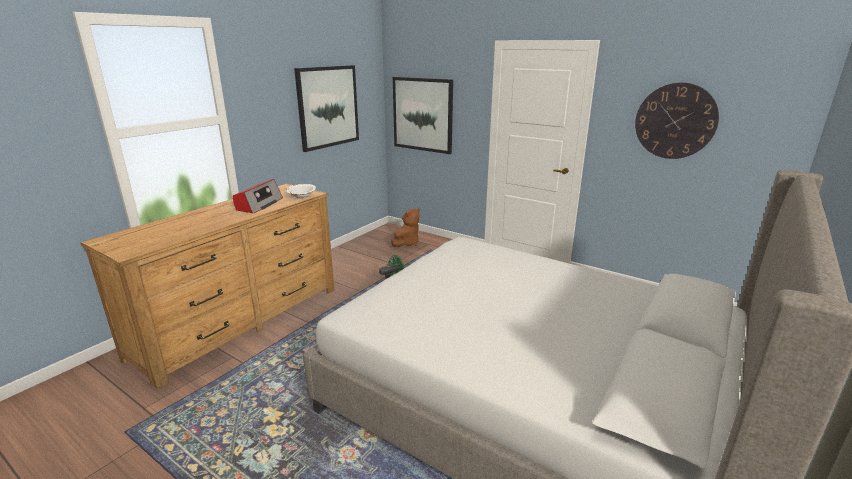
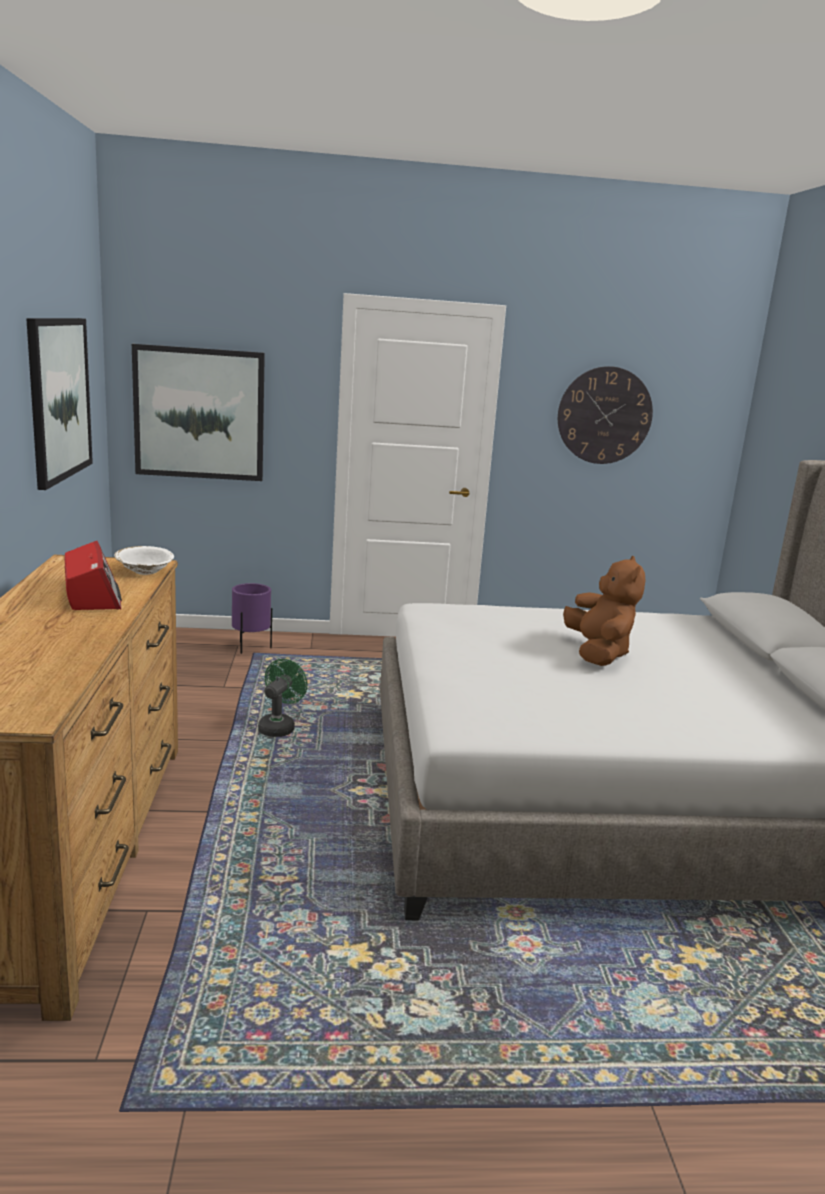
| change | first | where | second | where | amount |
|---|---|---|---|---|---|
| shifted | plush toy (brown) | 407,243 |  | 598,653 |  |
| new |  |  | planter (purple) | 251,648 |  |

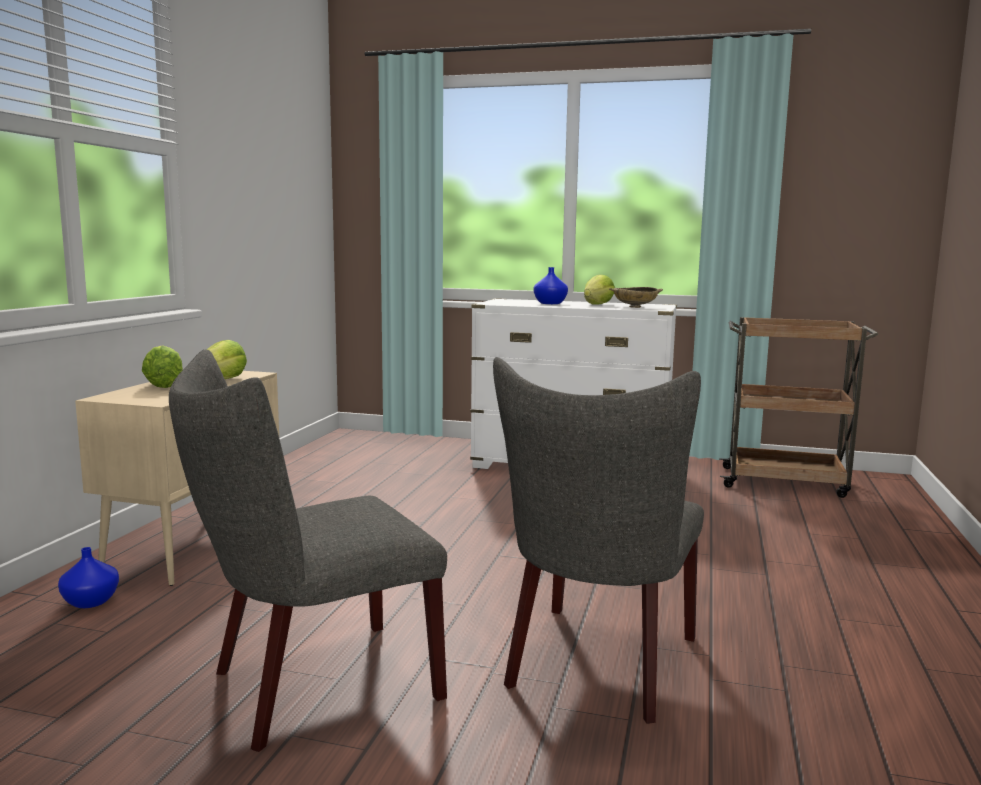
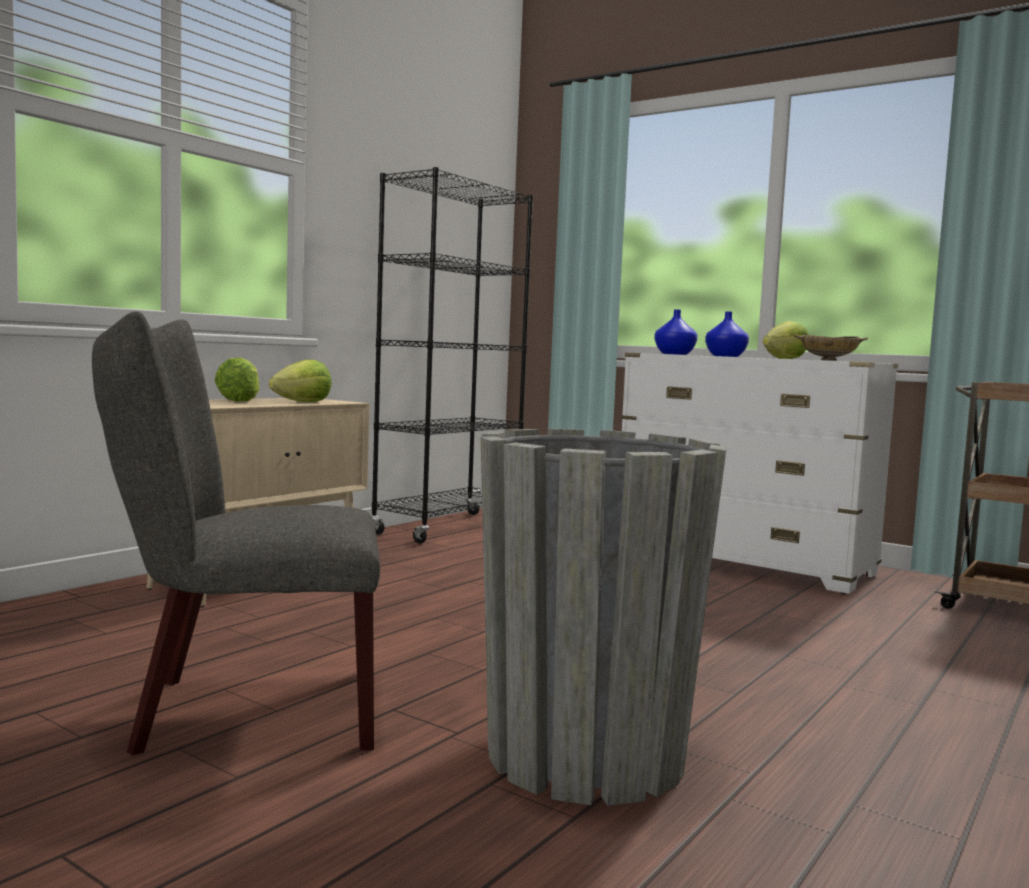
| change | first | where | second | where | amount |
|---|---|---|---|---|---|
| shifted | vase (blue) | 90,601 |  | 674,354 |  |
| swapped | chair (grey) | 597,667 | planter (grey) | 585,756 |  |
| new |  |  | bookcase (black) | 448,527 |  |

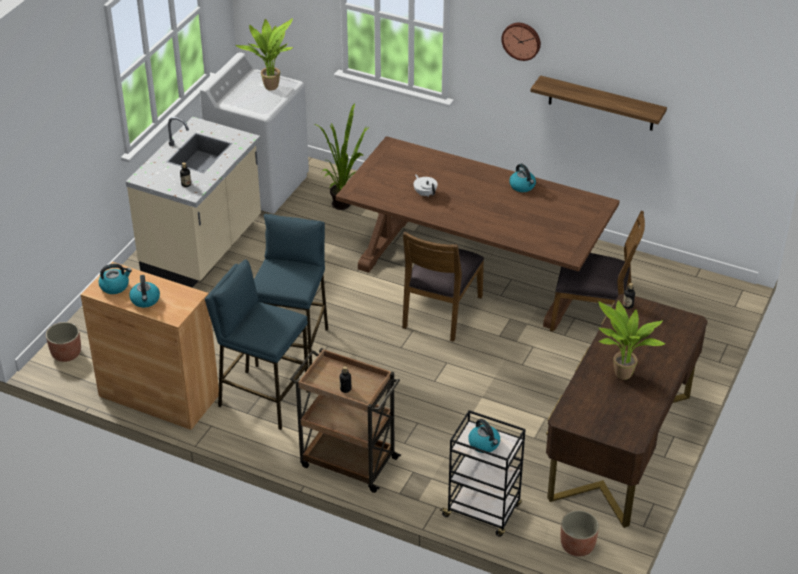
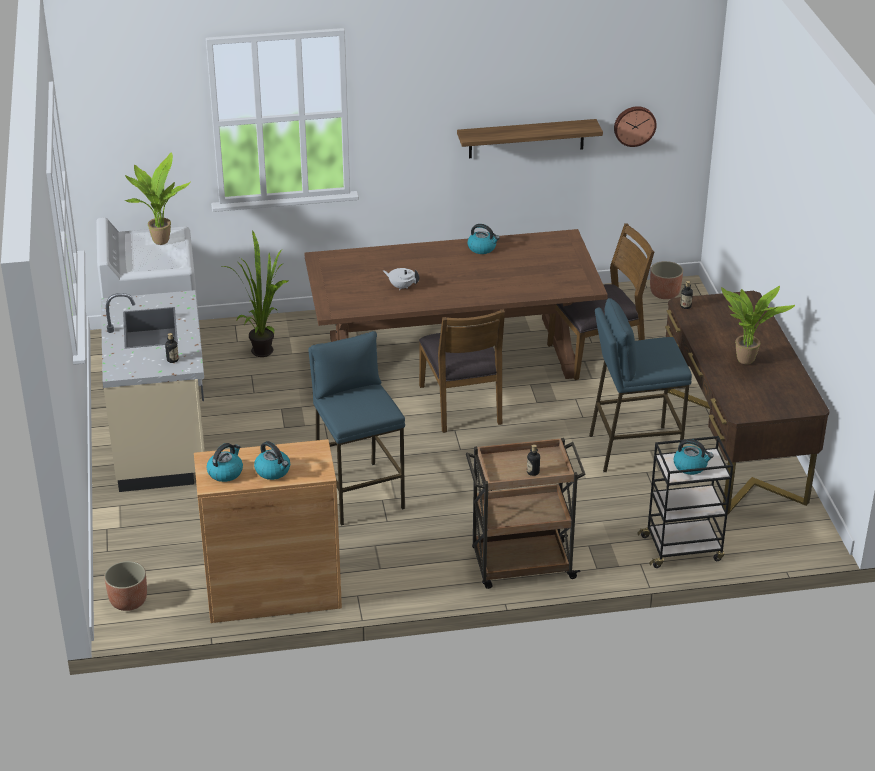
| change | first | where | second | where | amount |
|---|---|---|---|---|---|
| shifted | stool (blue) | 263,398 |  | 633,449 |  |
| shifted | wall clock | 521,40 |  | 634,125 |  |
| shifted | planter | 577,546 |  | 665,293 |  |

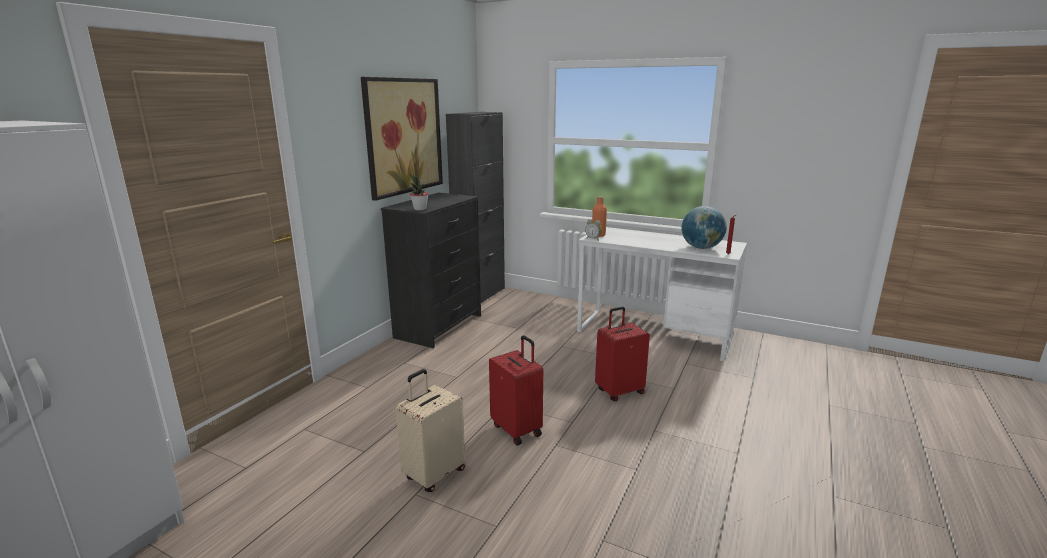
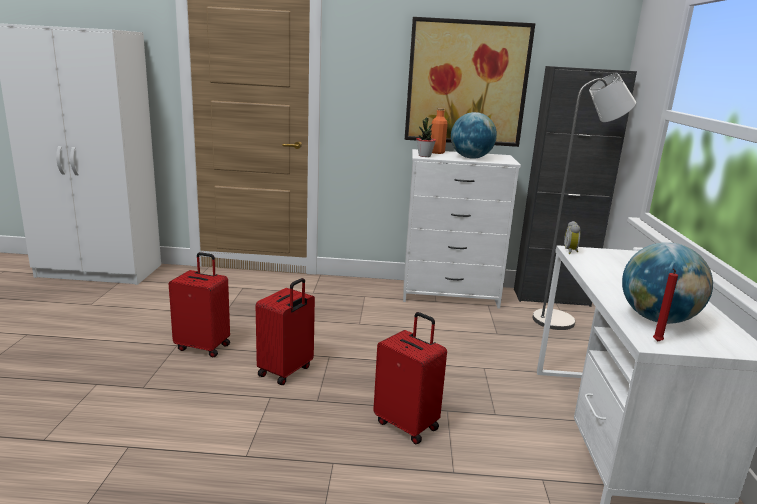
| change | first | where | second | where | amount |
|---|---|---|---|---|---|
| repainted | dresser (black) | 439,326 | dresser (white) | 449,294 |  |
| repainted | suitcase (beige) | 433,474 | suitcase (red) | 203,346 |  |
| shifted | bottle (orange) | 598,235 |  | 437,152 |  |
| new |  |  | globe | 471,158 |  |
| new |  |  | floor lamp (grey) | 561,320 |  |

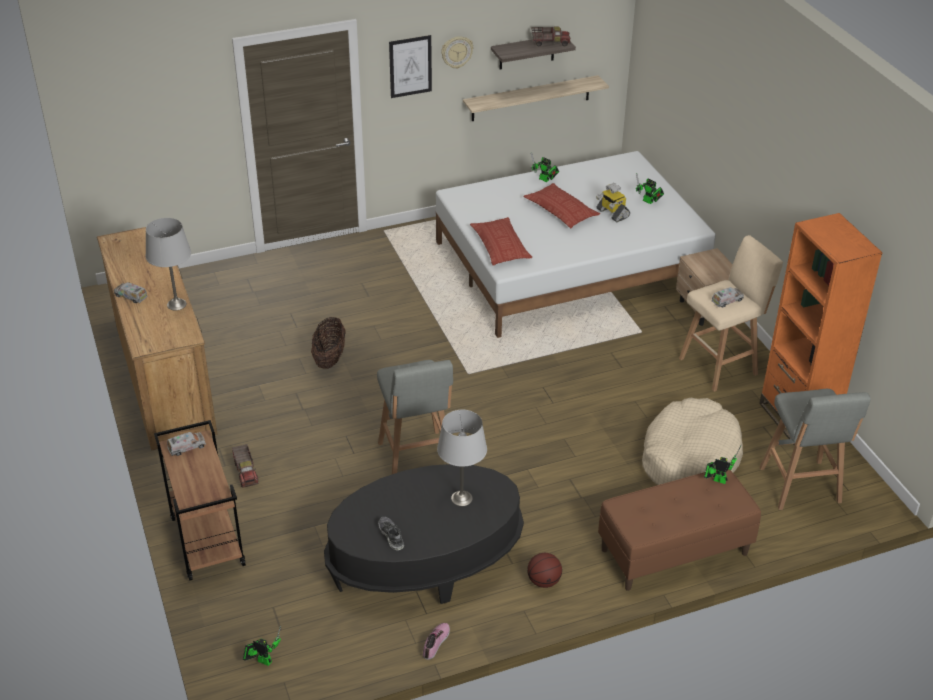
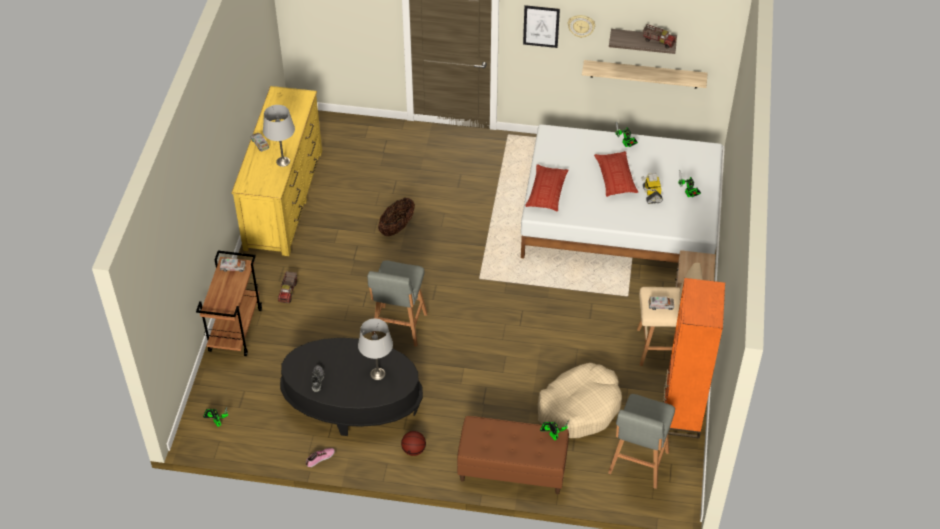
| change | first | where | second | where | amount |
|---|---|---|---|---|---|
| repainted | dresser (brown) | 164,378 | dresser (yellow) | 284,199 |  |

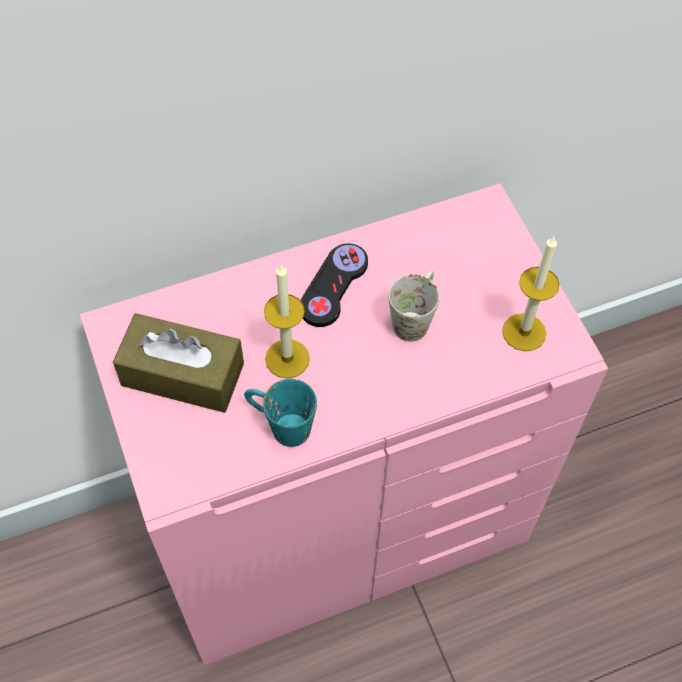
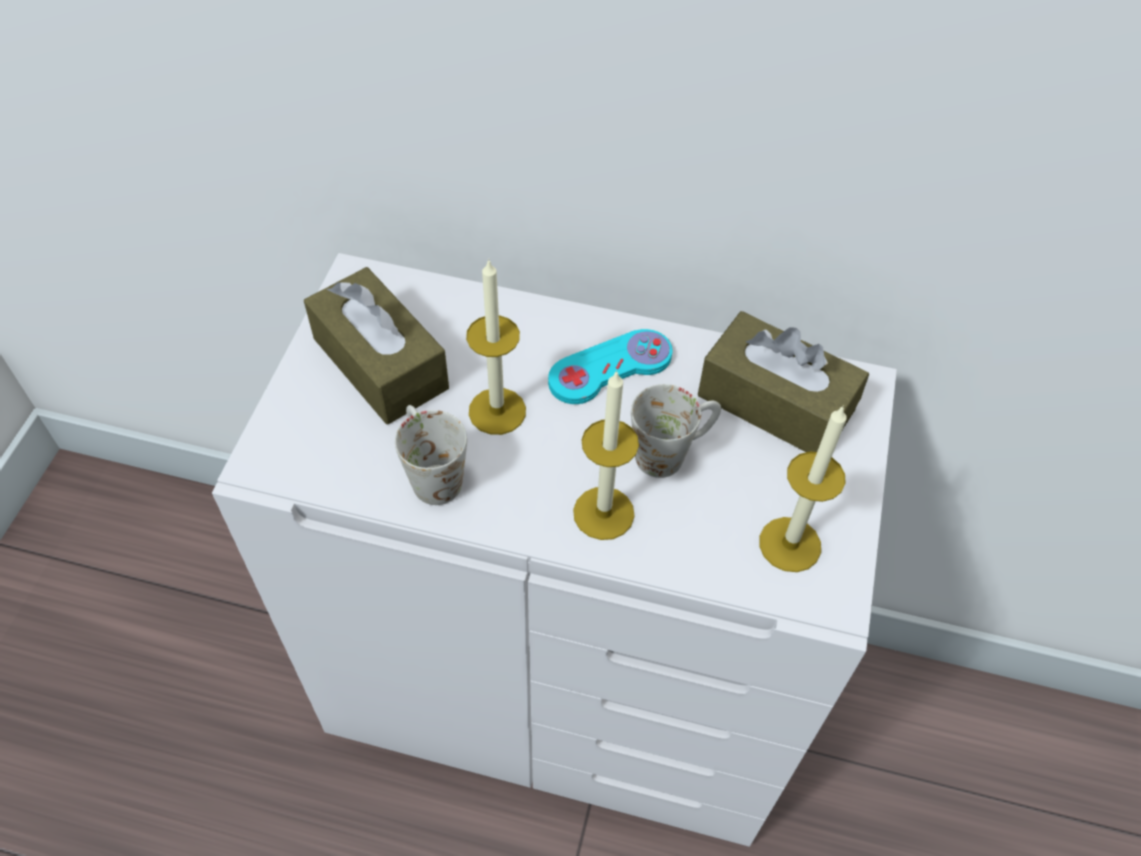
| change | first | where | second | where | amount |
|---|---|---|---|---|---|
| repainted | dresser (pink) | 336,519 | dresser (white) | 562,682 |  |
| repainted | mug (turquoise) | 280,425 | mug (white) | 430,472 |  |
| repainted | game controller (black) | 334,286 | game controller (turquoise) | 610,369 |  |
| new |  |  | candle | 603,513 |  |
| new |  |  | tissue box (brown) | 775,403 |  |

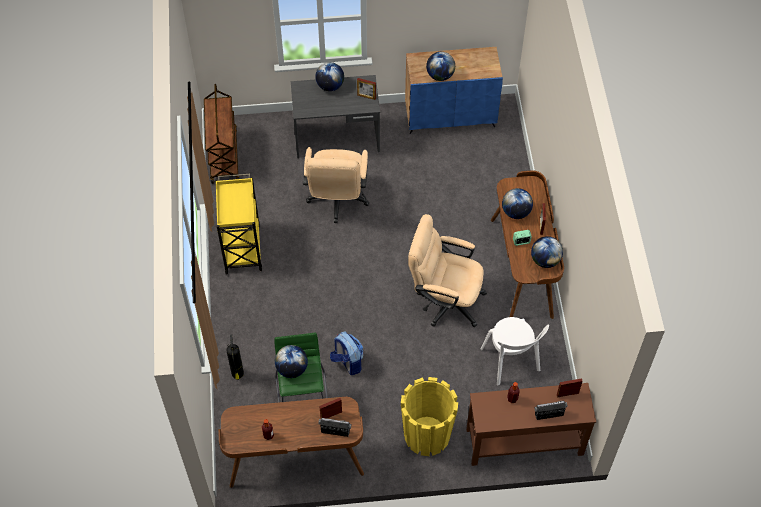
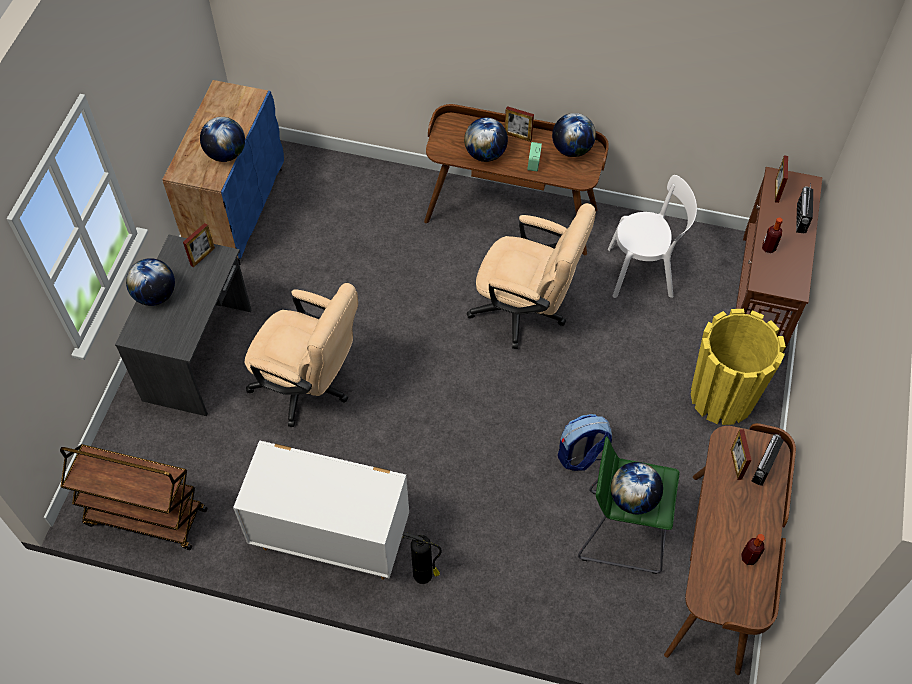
| change | first | where | second | where | amount |
|---|---|---|---|---|---|
| swapped | cart (yellow) | 242,247 | dresser (white) | 330,538 |  |
| shifted | fire extinguisher | 237,374 |  | 424,575 |  |
| rotated | office chair (beige) | 444,300 |  | 526,312 | 105 degrees counterclockwise |

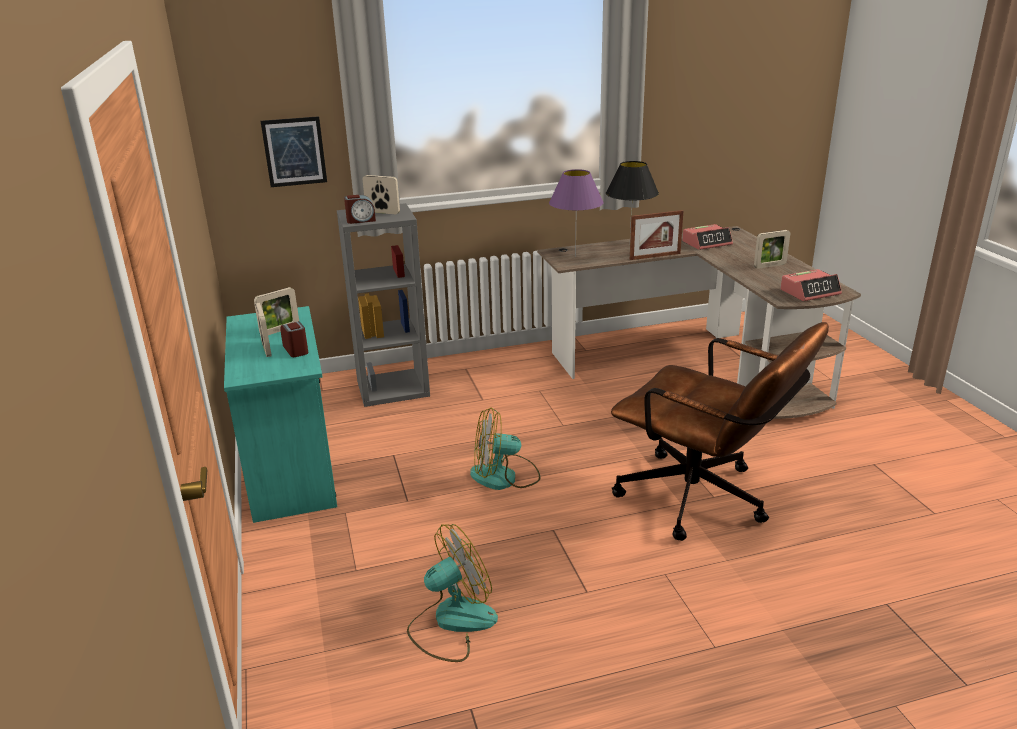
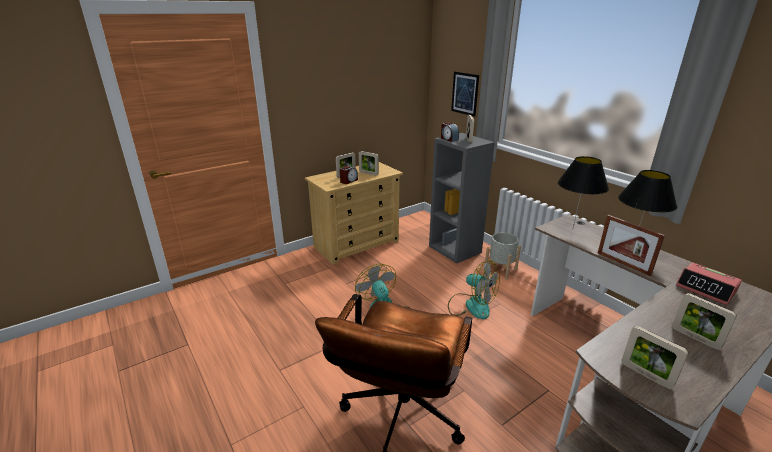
| change | first | where | second | where | amount |
|---|---|---|---|---|---|
| repainted | dresser (turquoise) | 291,471 | dresser (beige) | 357,244 |  |
| shifted | fan | 451,622 |  | 471,305 |  |
| repainted | table lamp (purple) | 575,256 | table lamp (black) | 572,229 |  |
| swapped | alarm clock | 810,292 | picture frame | 646,375 |  |
| new |  |  | planter (grey) | 500,270 |  |

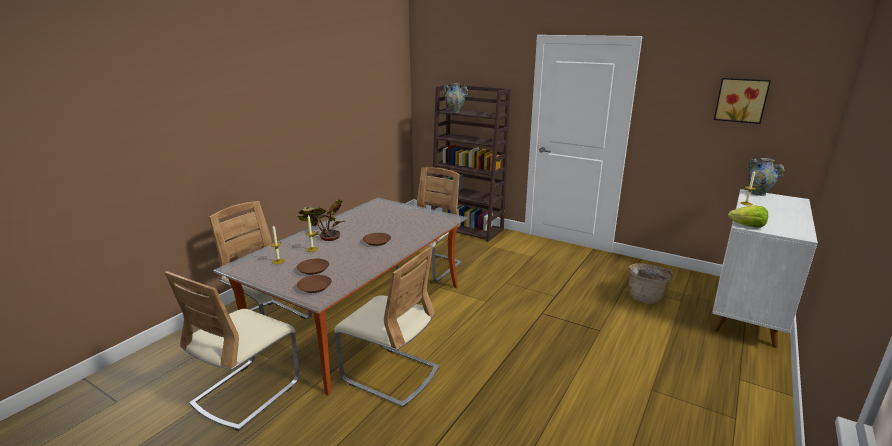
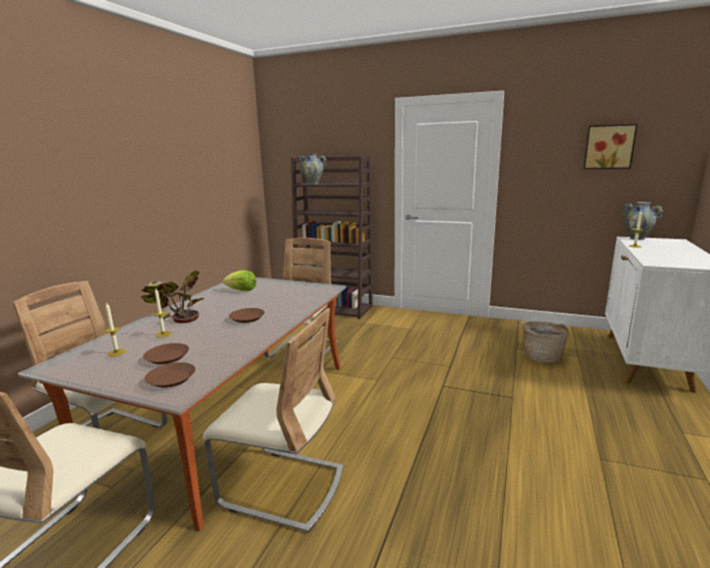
| change | first | where | second | where | amount |
|---|---|---|---|---|---|
| shifted | lettuce | 748,226 |  | 241,290 |  |

